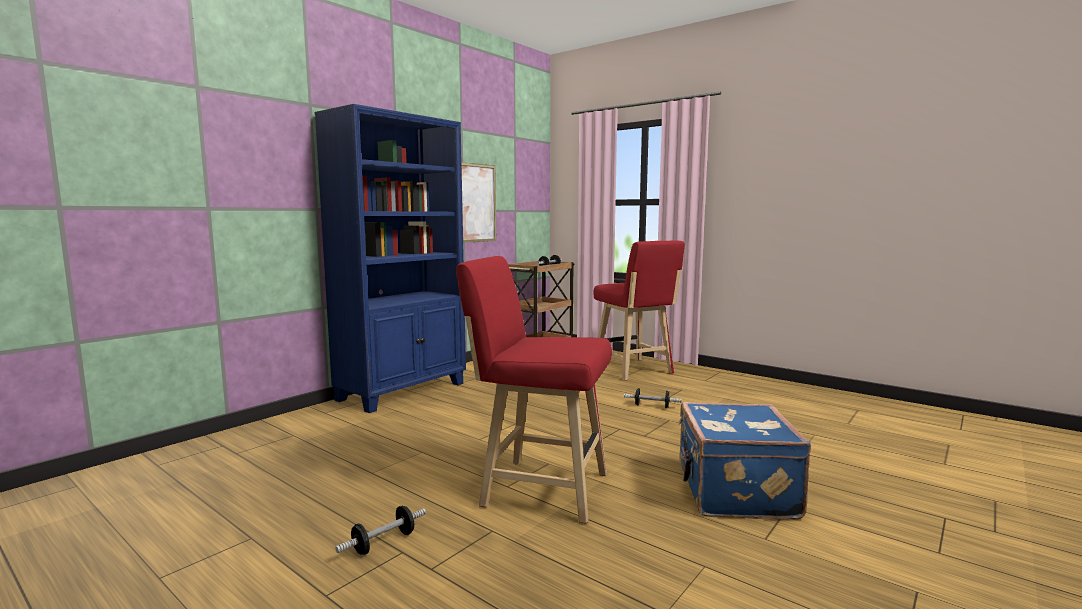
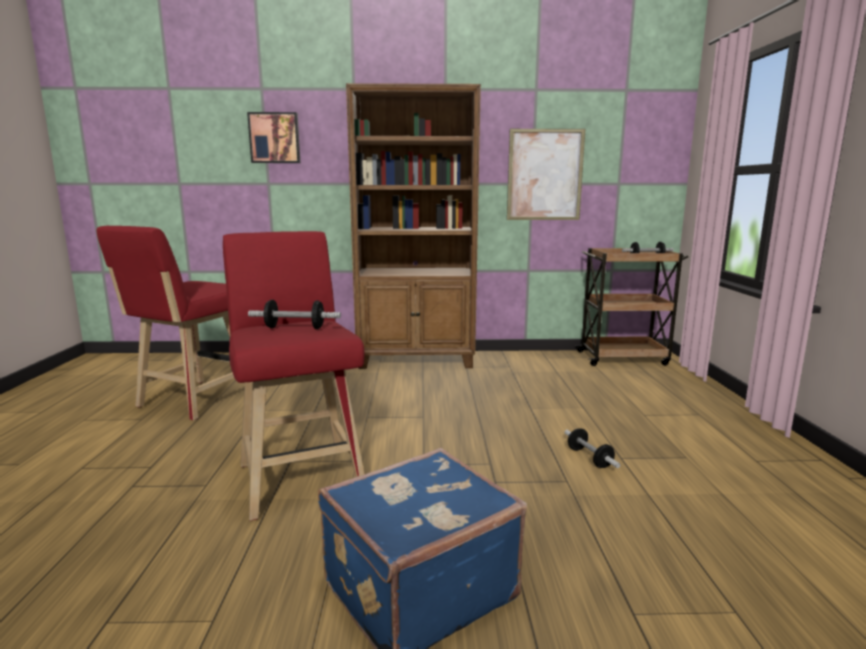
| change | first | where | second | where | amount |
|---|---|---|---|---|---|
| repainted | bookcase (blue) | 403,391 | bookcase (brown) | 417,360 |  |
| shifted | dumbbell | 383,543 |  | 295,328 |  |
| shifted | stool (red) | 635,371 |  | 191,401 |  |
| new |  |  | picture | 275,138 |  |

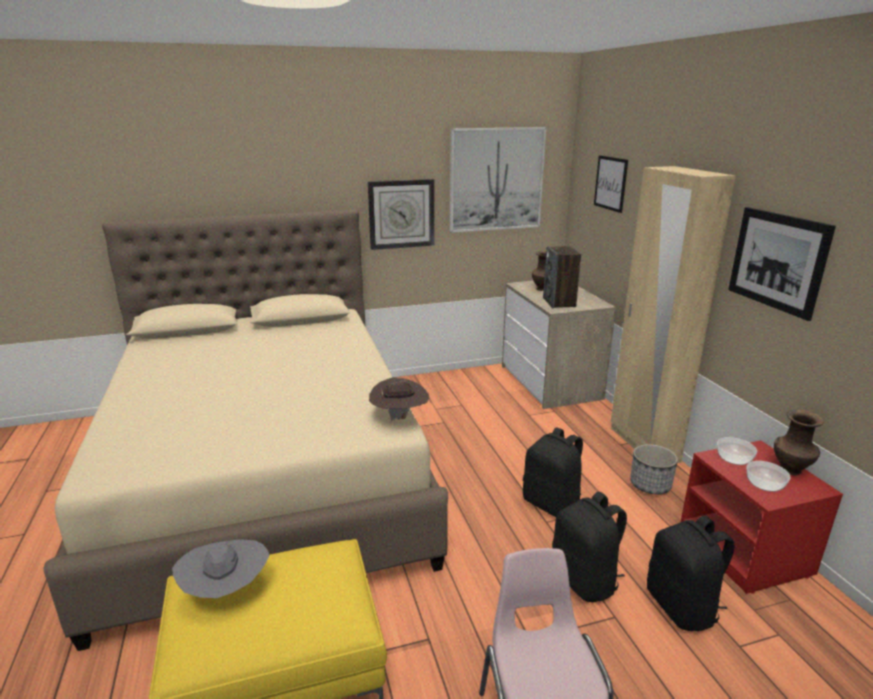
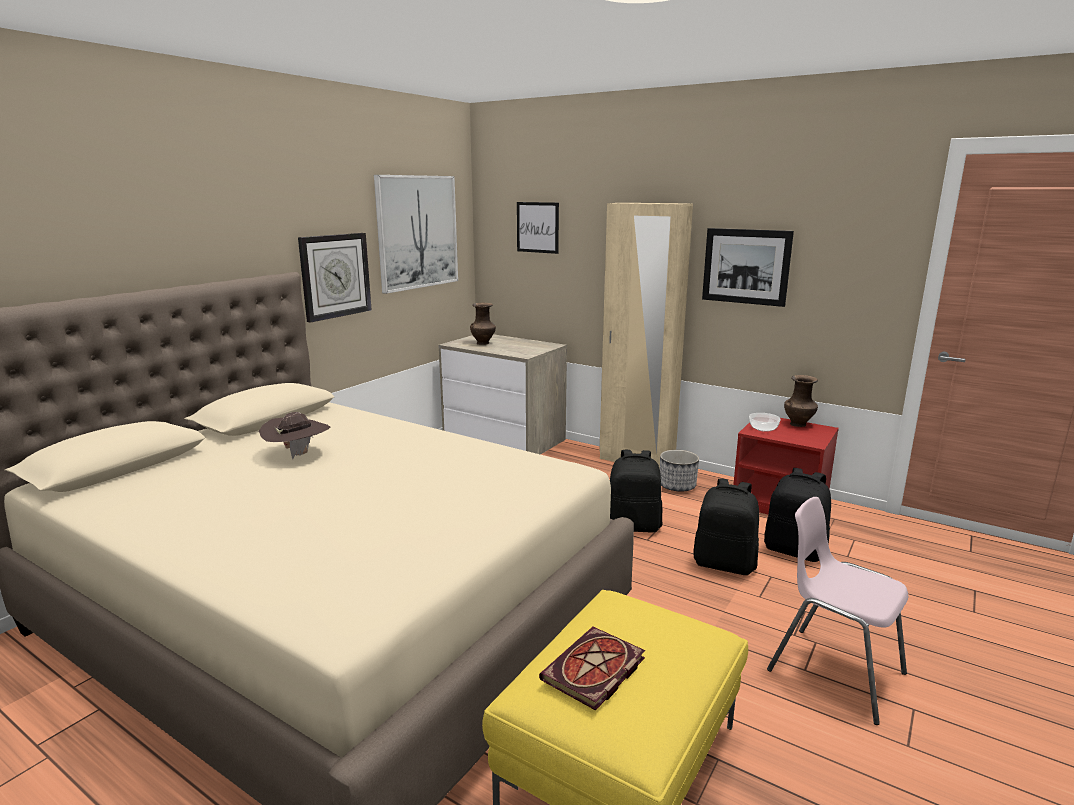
| change | first | where | second | where | amount |
|---|---|---|---|---|---|
| swapped | hat (grey) | 226,591 | book | 593,672 |  |
| shifted | hat (brown) | 400,417 |  | 298,455 |  |
| gone | speaker | 559,302 |  |  |  |
| gone | bowl | 765,484 |  |  |  |

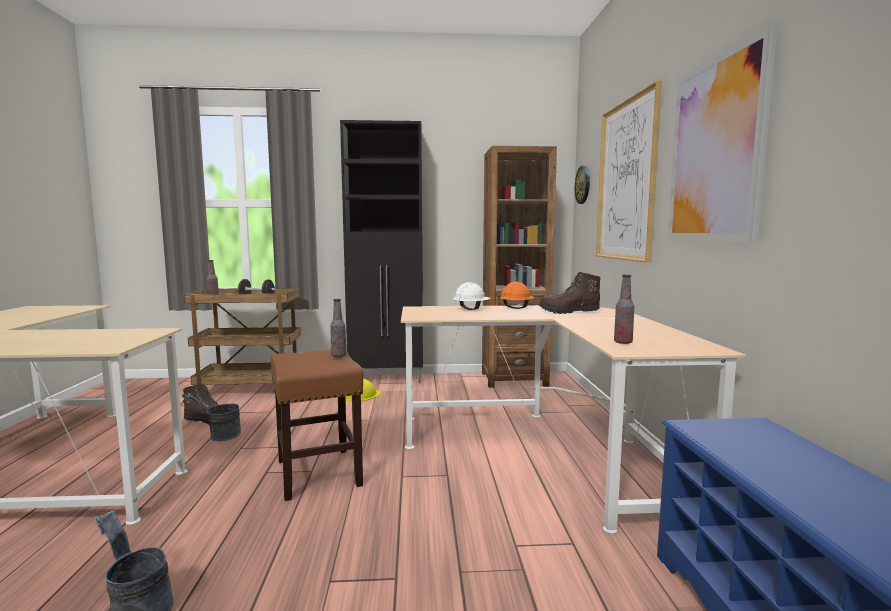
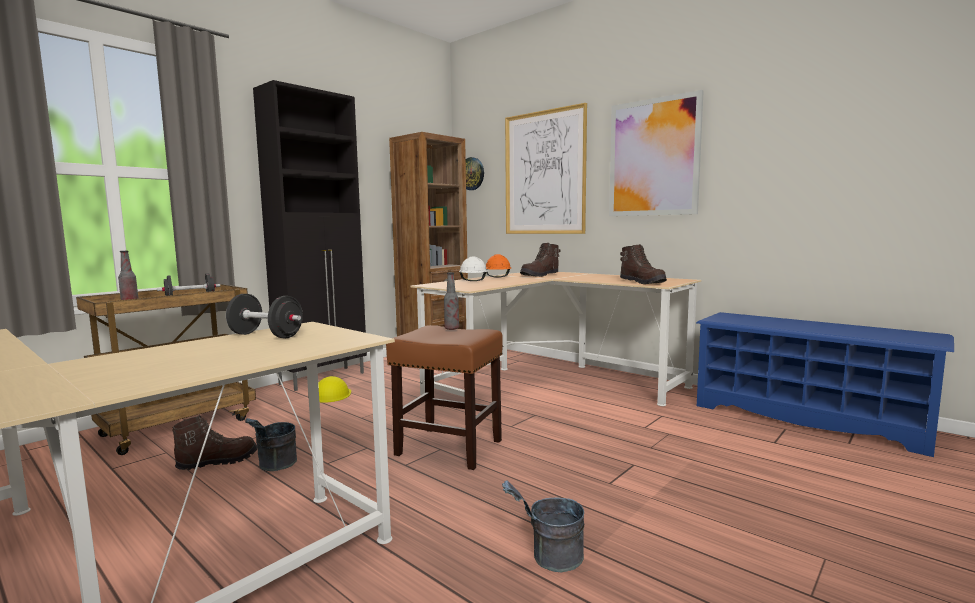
| change | first | where | second | where | amount |
|---|---|---|---|---|---|
| swapped | bottle | 623,342 | boot (brown) | 642,282 |  |
| new |  |  | dumbbell (black) | 266,335 |  |

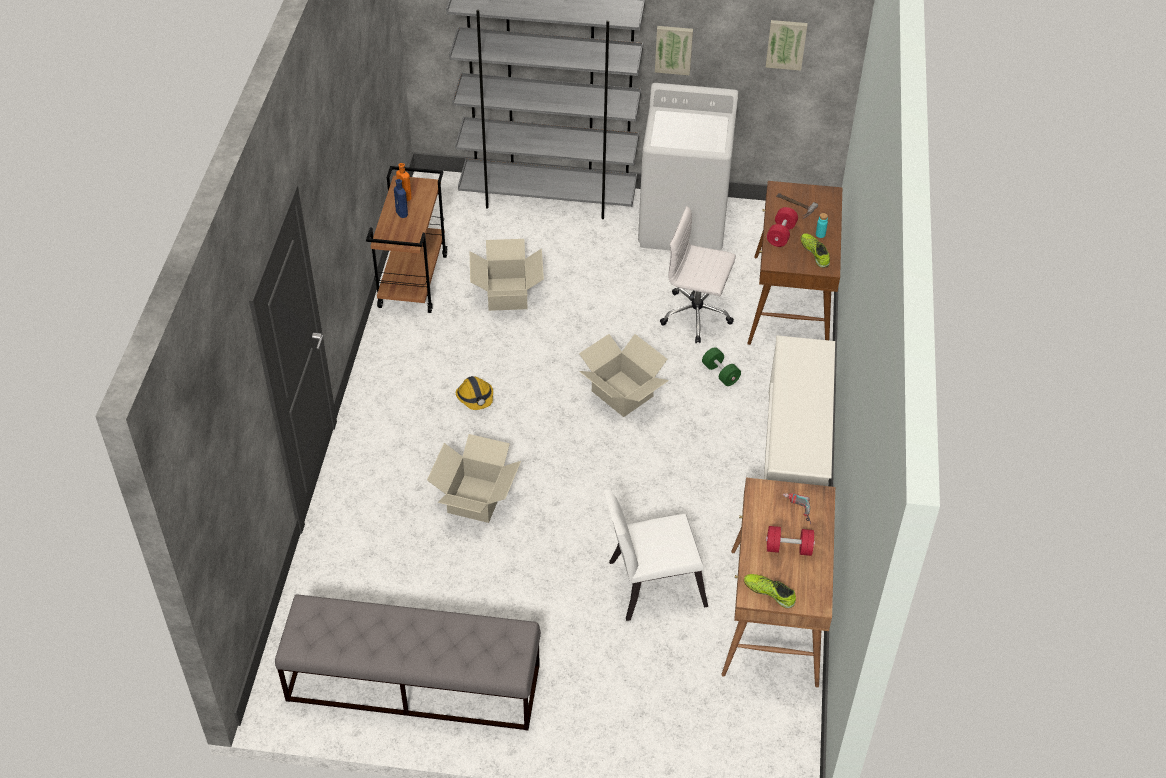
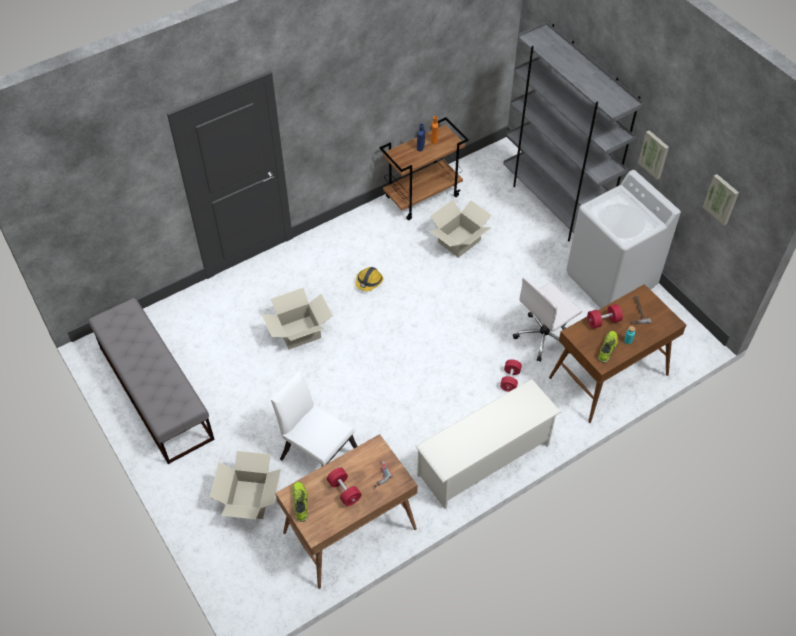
| change | first | where | second | where | amount |
|---|---|---|---|---|---|
| shifted | cardboard box | 622,394 |  | 249,499 |  |
| rotated | office chair (white) | 697,315 |  | 544,337 | 105 degrees counterclockwise |
| repainted | dumbbell (green) | 720,373 | dumbbell (red) | 510,380 |  |

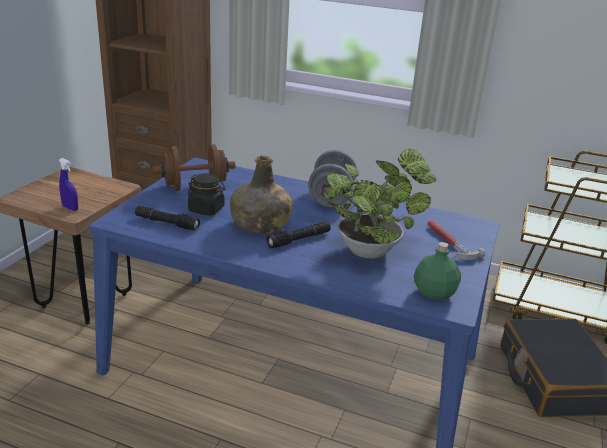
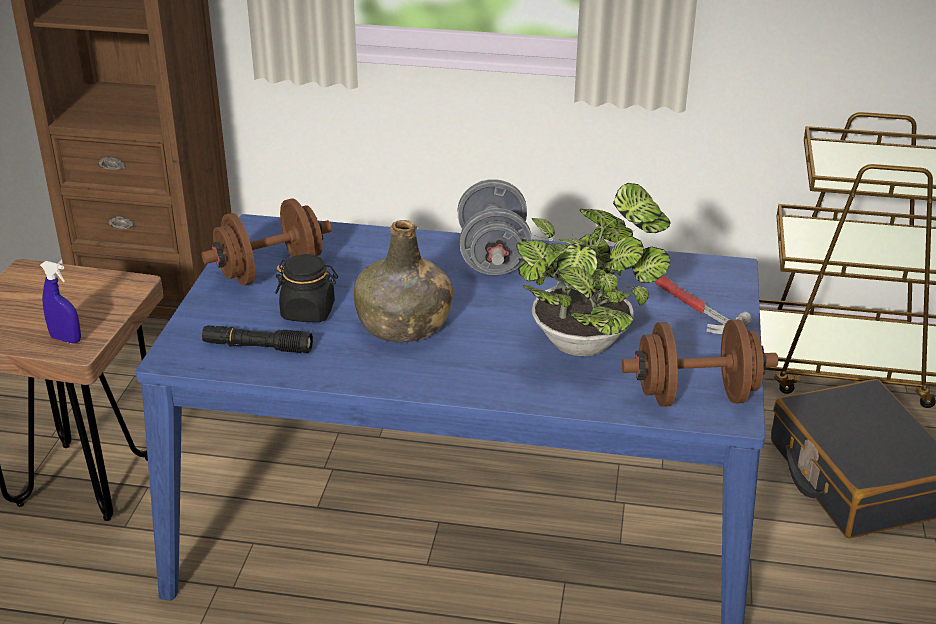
| change | first | where | second | where | amount |
|---|---|---|---|---|---|
| gone | flashlight (black) | 299,240 |  |  |  |
| swapped | bottle (green) | 433,293 | dumbbell (brown) | 695,396 |  |

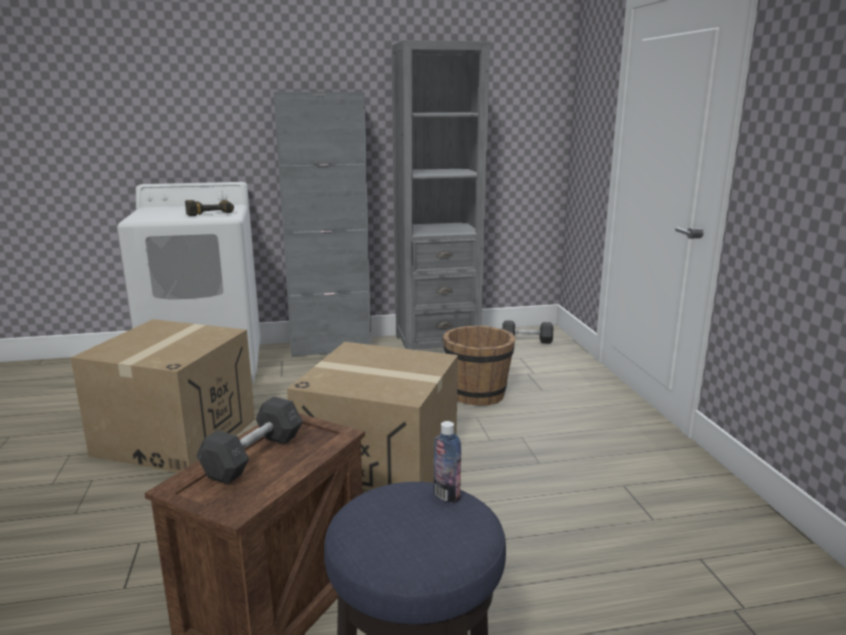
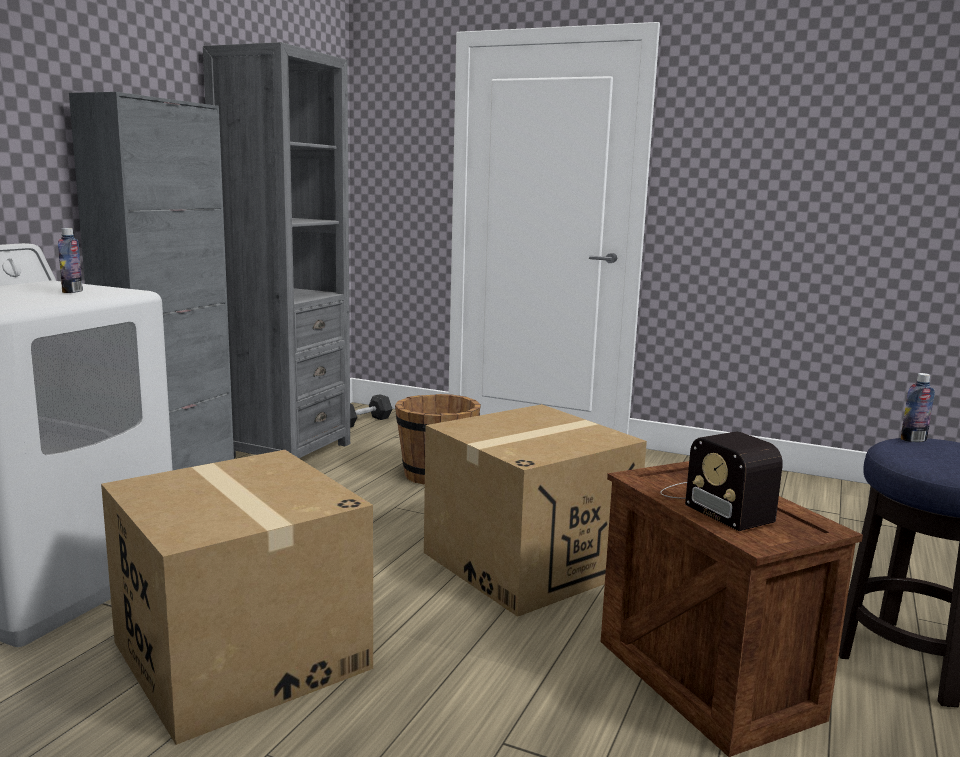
| change | first | where | second | where | amount |
|---|---|---|---|---|---|
| swapped | power drill | 209,213 | bottle | 72,291 |  |
| swapped | dumbbell (grey) | 254,456 | radio | 713,502 |  |

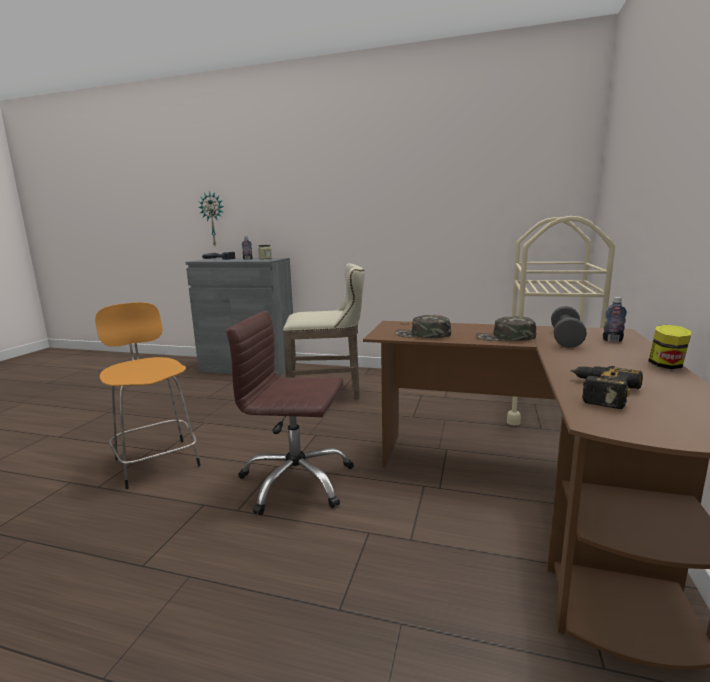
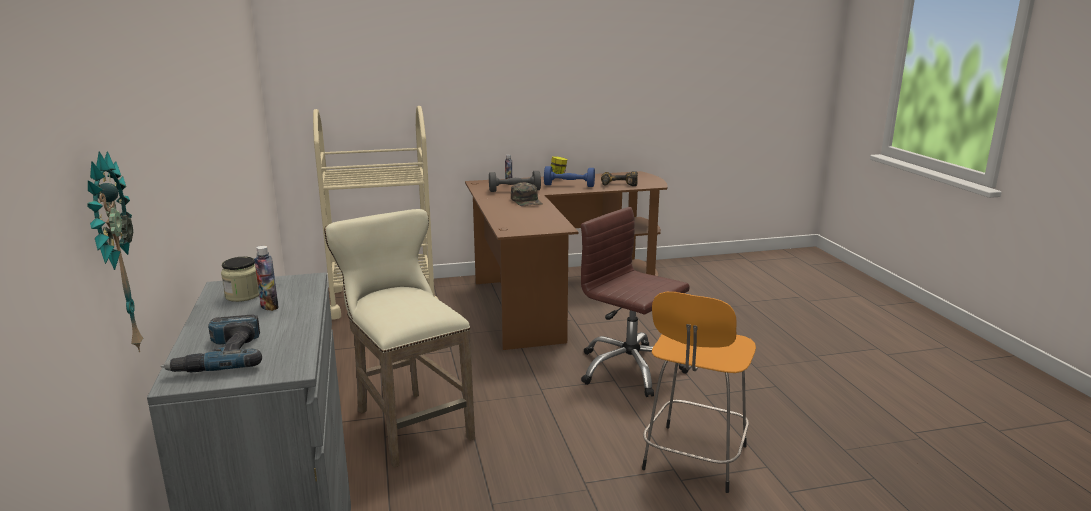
| change | first | where | second | where | amount |
|---|---|---|---|---|---|
| rotated | office chair (brown) | 296,481 |  | 629,369 | 150 degrees clockwise |
| gone | cap (green) | 422,334 |  |  |  |
| new |  |  | dumbbell (blue) | 569,185 |  |

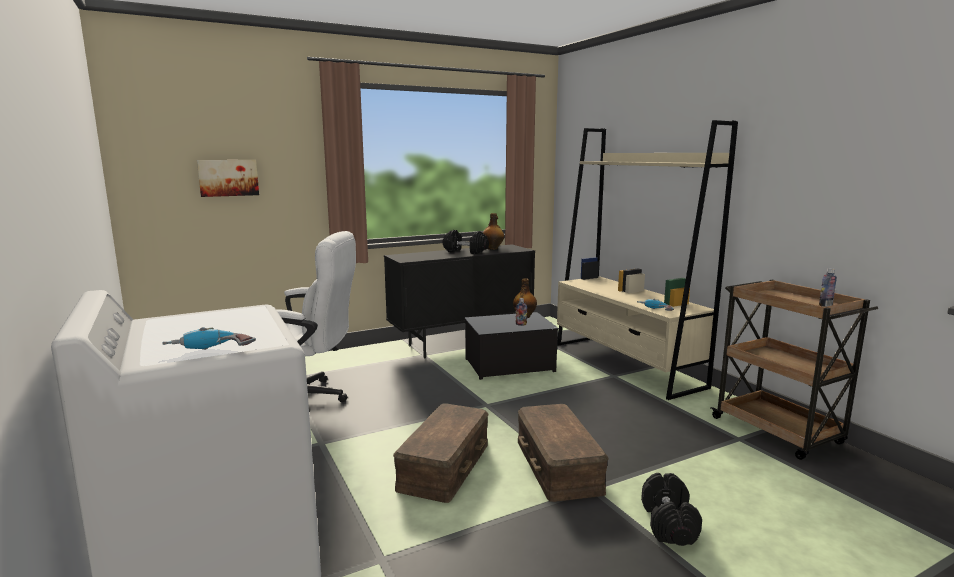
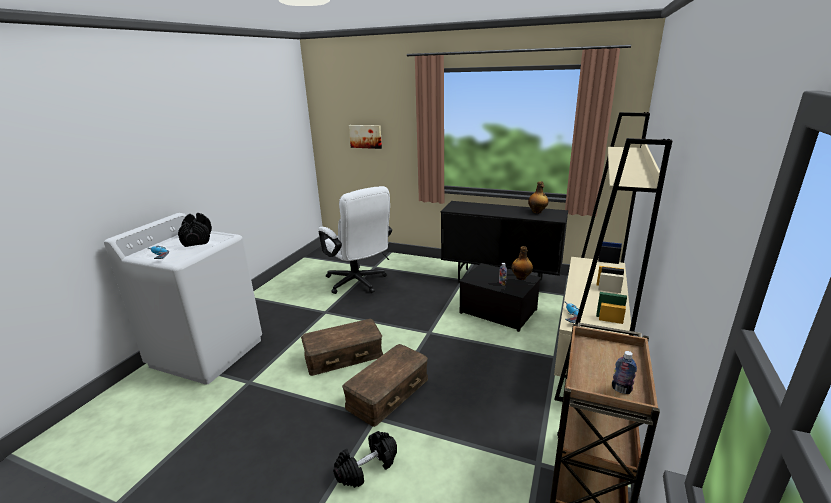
| change | first | where | second | where | amount |
|---|---|---|---|---|---|
| shifted | dumbbell (black) | 465,251 |  | 197,239 |  |

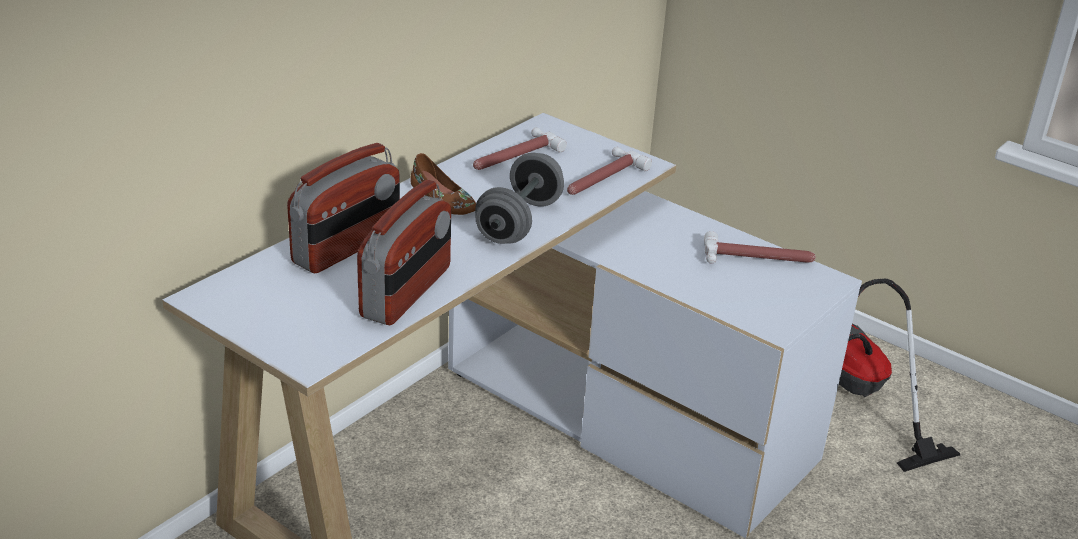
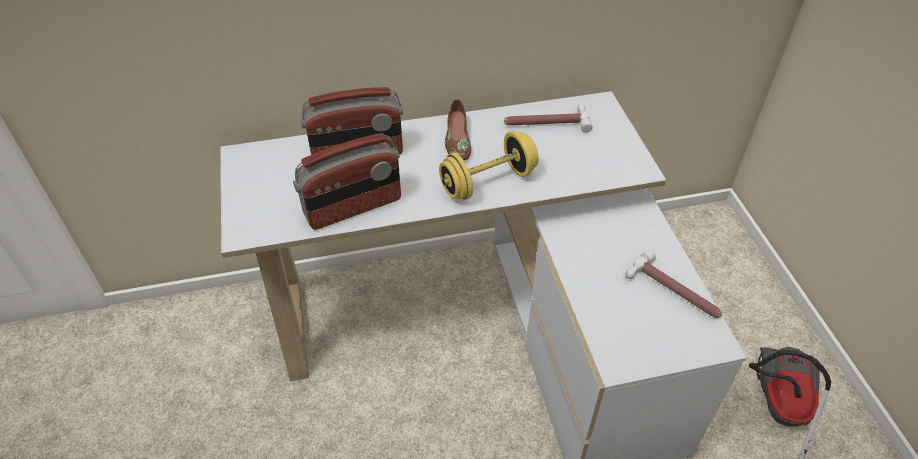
| change | first | where | second | where | amount |
|---|---|---|---|---|---|
| repainted | dumbbell (grey) | 519,222 | dumbbell (yellow) | 488,182 |  |
| gone | hammer | 601,178 |  |  |  |

